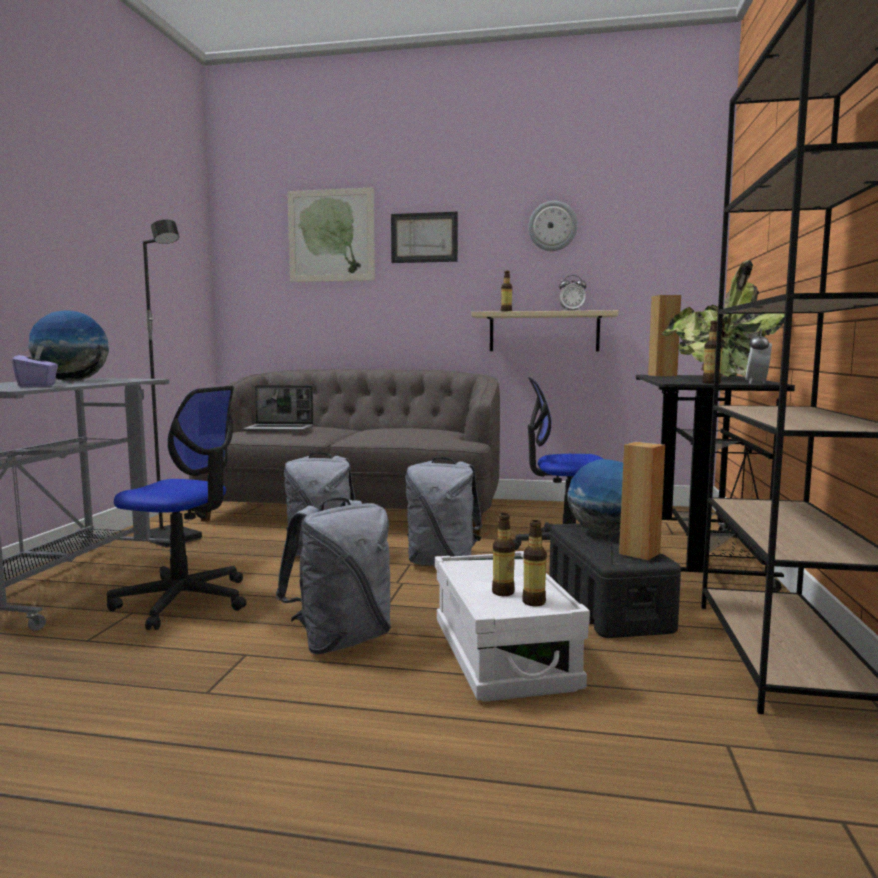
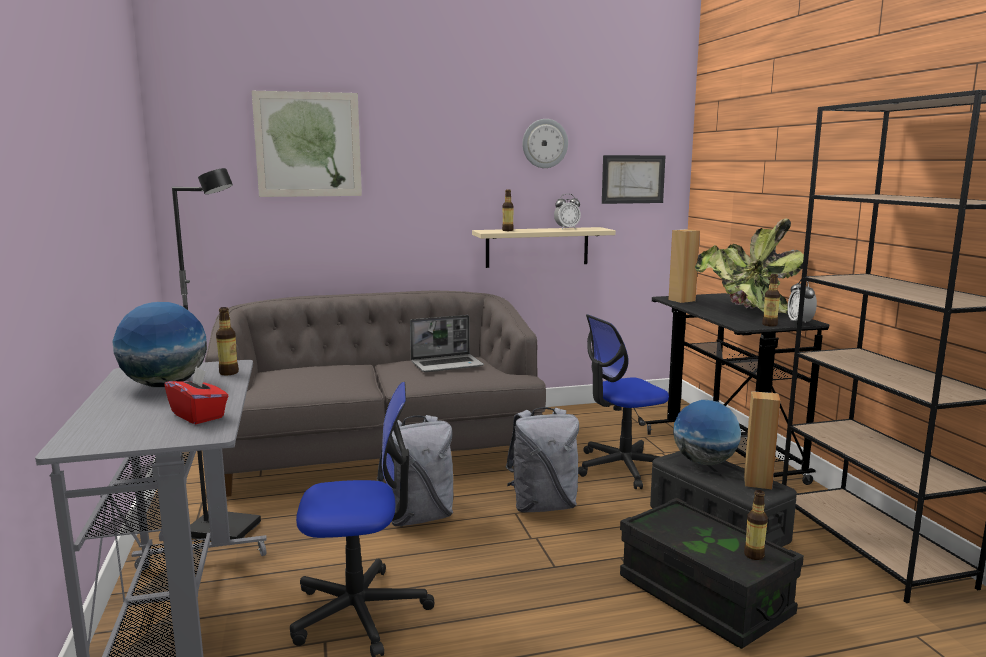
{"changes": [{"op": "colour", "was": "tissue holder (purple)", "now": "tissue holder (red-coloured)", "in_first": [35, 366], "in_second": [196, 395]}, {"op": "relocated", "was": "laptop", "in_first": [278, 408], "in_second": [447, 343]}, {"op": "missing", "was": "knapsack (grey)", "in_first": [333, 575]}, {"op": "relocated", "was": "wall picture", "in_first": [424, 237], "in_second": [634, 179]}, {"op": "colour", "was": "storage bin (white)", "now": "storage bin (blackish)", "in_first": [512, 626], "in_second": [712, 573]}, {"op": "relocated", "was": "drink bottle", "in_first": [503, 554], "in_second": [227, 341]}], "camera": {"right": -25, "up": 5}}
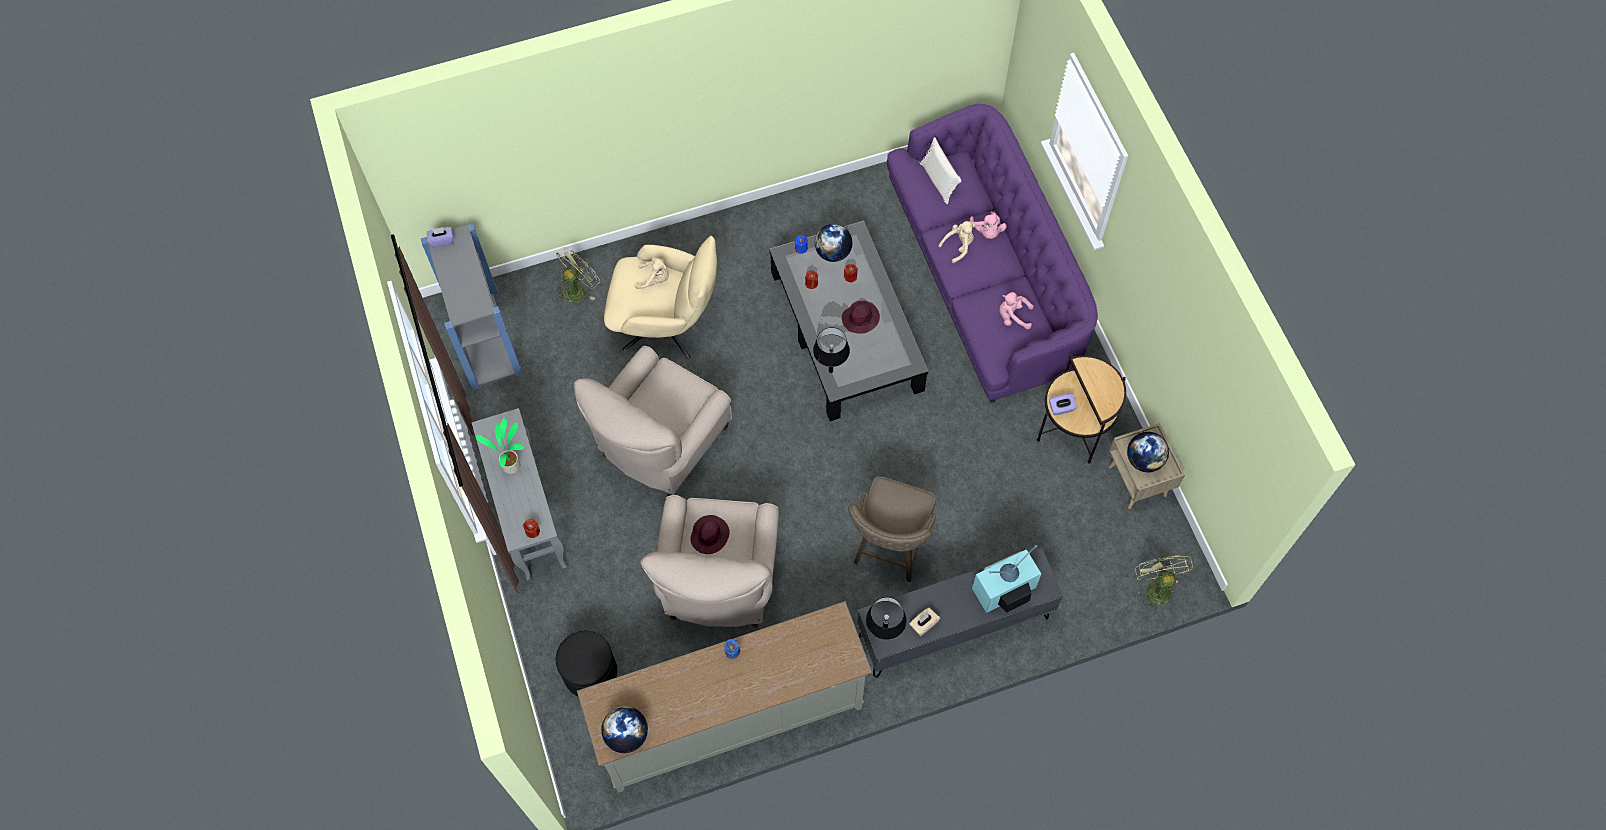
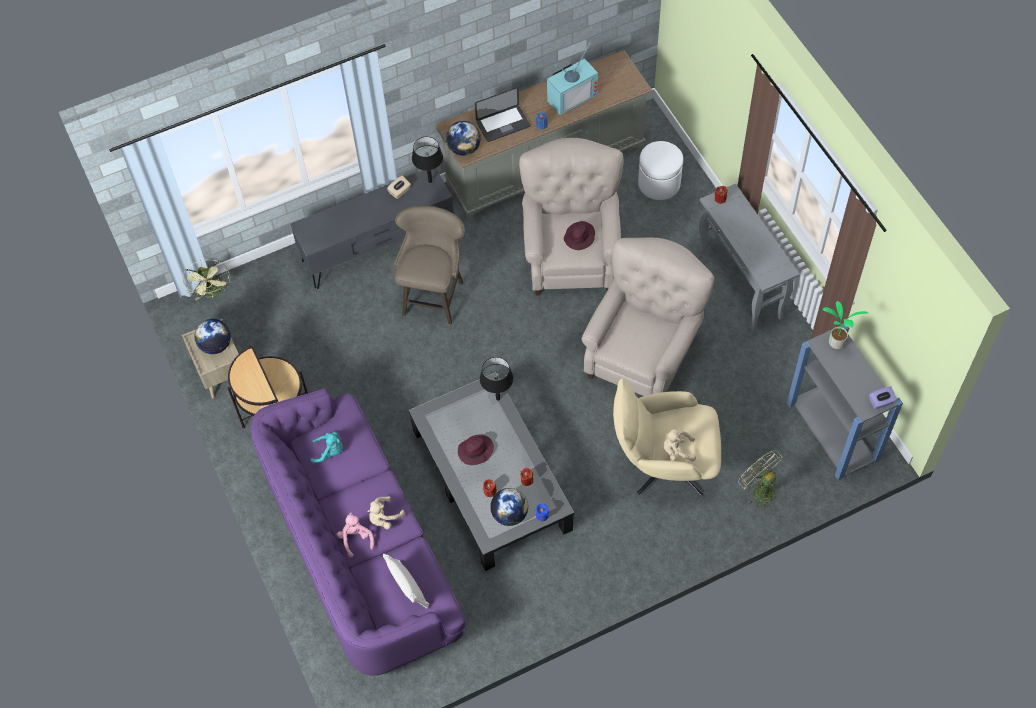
{"changes": [{"op": "relocated", "was": "houseplant", "in_first": [500, 446], "in_second": [845, 325]}, {"op": "spun", "was": "fan (greenish)", "in_first": [578, 275], "in_second": [760, 479], "clockwise": 105}, {"op": "colour", "was": "footrest (blackish)", "now": "footrest (white)", "in_first": [586, 663], "in_second": [660, 170]}, {"op": "relocated", "was": "desk globe", "in_first": [624, 729], "in_second": [463, 138]}, {"op": "relocated", "was": "TV set", "in_first": [1007, 579], "in_second": [572, 79]}, {"op": "colour", "was": "plush toy (pink)", "now": "plush toy (turquoise-coloured)", "in_first": [1017, 310], "in_second": [326, 447]}, {"op": "missing", "was": "tissue holder (purple)", "in_first": [1063, 404]}, {"op": "appeared", "now": "laptop", "in_second": [502, 114]}], "camera": {"right": 175, "up": -5}}
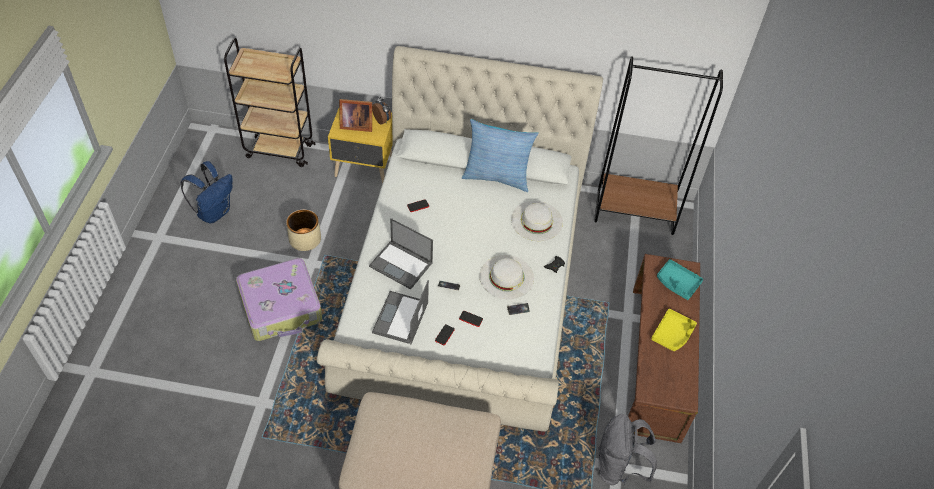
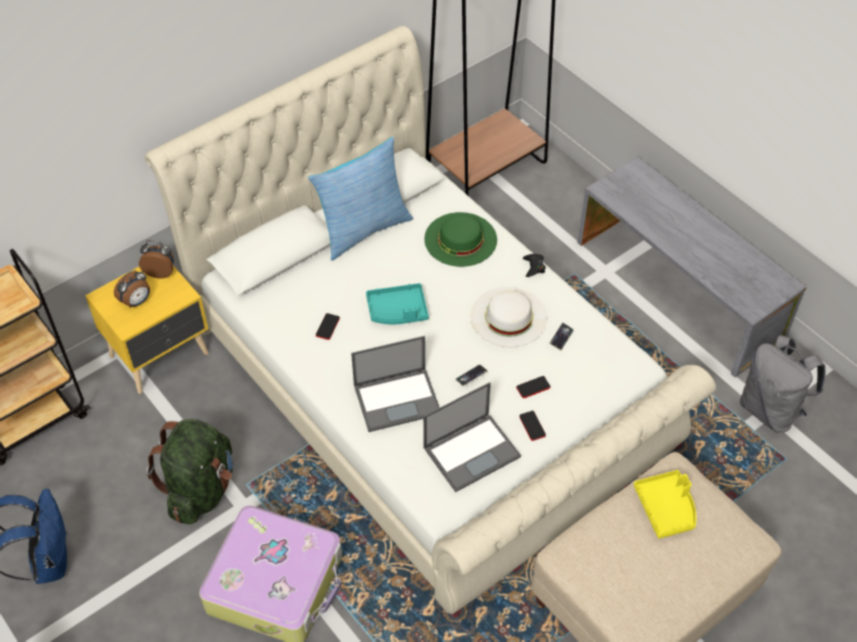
{"changes": [{"op": "exchanged", "was": "planter (sand-coloured)", "now": "knapsack (greenish)", "in_first": [303, 230], "in_second": [189, 471]}, {"op": "exchanged", "was": "photo frame", "now": "bedside clock", "in_first": [355, 115], "in_second": [132, 288]}, {"op": "spun", "was": "laptop", "in_first": [400, 312], "in_second": [472, 437], "clockwise": -90}, {"op": "colour", "was": "wearable hat (white)", "now": "wearable hat (greenish)", "in_first": [537, 221], "in_second": [460, 239]}, {"op": "colour", "was": "bench (brownish)", "now": "bench (grey)", "in_first": [664, 348], "in_second": [691, 267]}, {"op": "relocated", "was": "serving tray (yellow-coloured)", "in_first": [674, 330], "in_second": [665, 504]}, {"op": "relocated", "was": "serving tray (turquoise-coloured)", "in_first": [680, 279], "in_second": [397, 303]}], "camera": {"right": -45, "up": 0}}
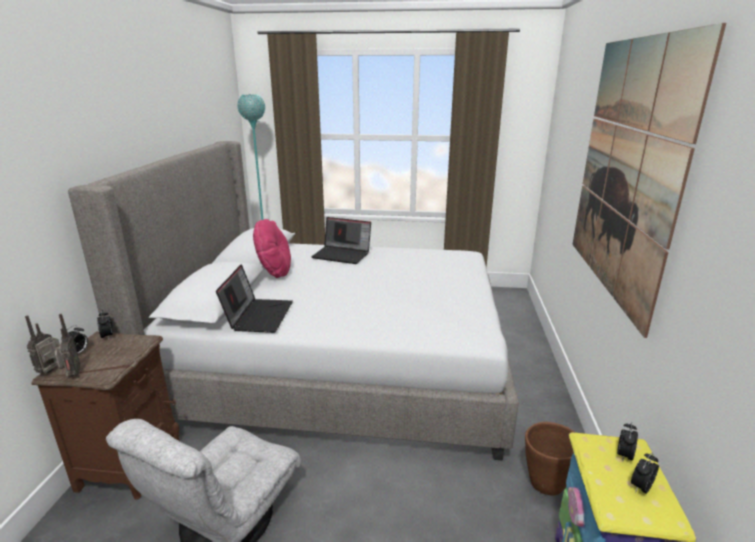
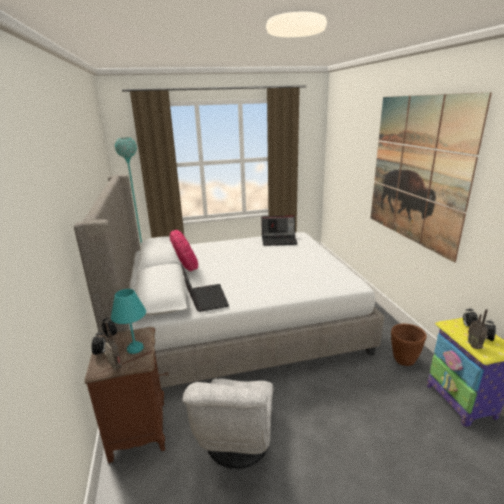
{"changes": [{"op": "relocated", "was": "radio receiver", "in_first": [42, 344], "in_second": [478, 329]}, {"op": "relocated", "was": "laptop", "in_first": [341, 240], "in_second": [279, 230]}, {"op": "appeared", "now": "table lamp (turquoise-coloured)", "in_second": [128, 321]}], "camera": {"right": -20, "up": 0}}
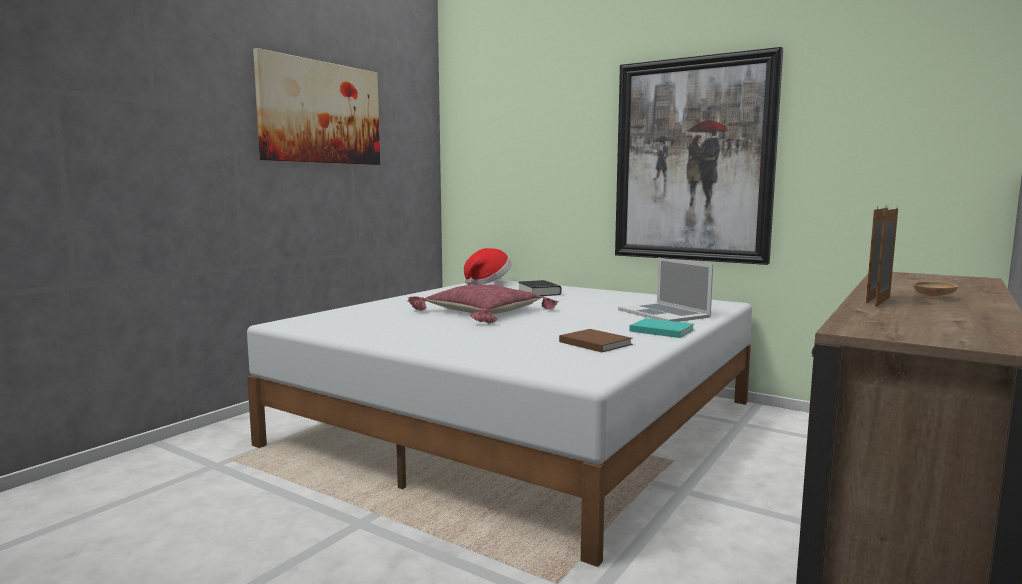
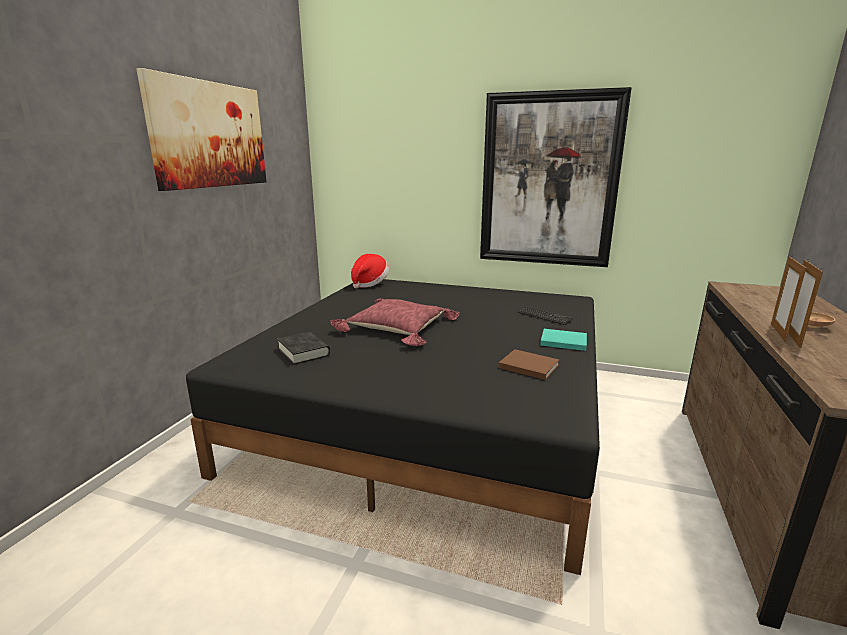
{"changes": [{"op": "colour", "was": "bed (white)", "now": "bed (blackish)", "in_first": [499, 423], "in_second": [393, 427]}, {"op": "relocated", "was": "volume (blackish)", "in_first": [540, 288], "in_second": [303, 348]}, {"op": "exchanged", "was": "laptop", "now": "keyboard", "in_first": [665, 290], "in_second": [545, 315]}], "camera": {"right": -15, "up": 10}}
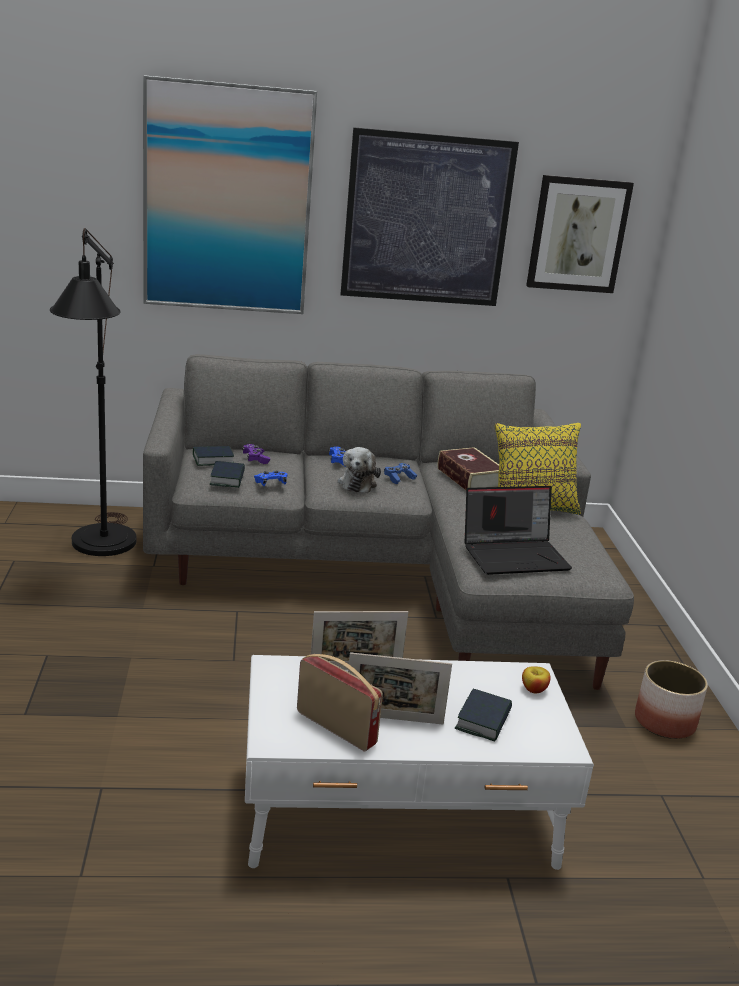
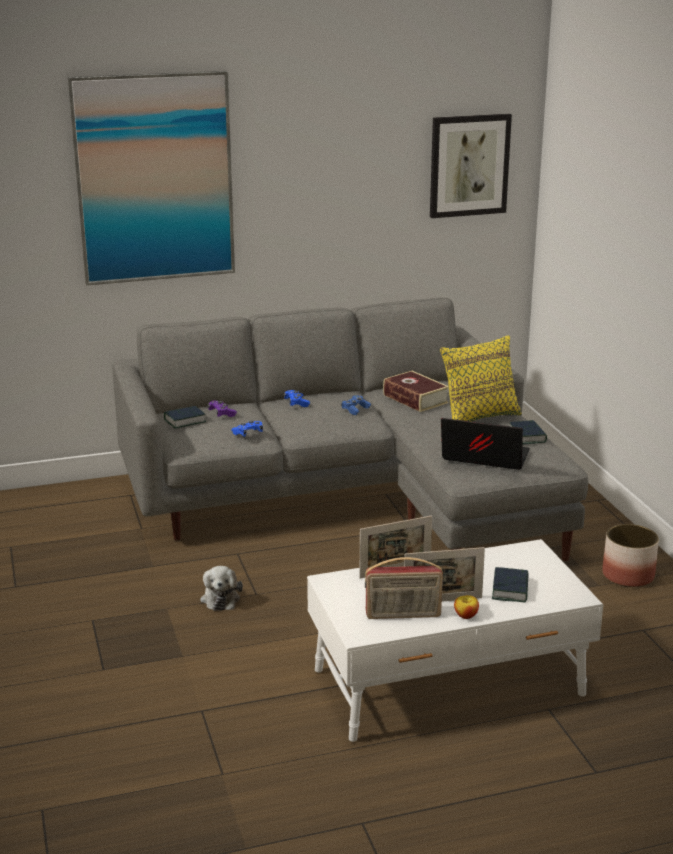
{"changes": [{"op": "missing", "was": "standard lamp (blackish)", "in_first": [93, 392]}, {"op": "relocated", "was": "volume", "in_first": [227, 474], "in_second": [528, 432]}, {"op": "spun", "was": "radio receiver", "in_first": [340, 702], "in_second": [404, 588], "clockwise": 150}, {"op": "relocated", "was": "plush toy", "in_first": [359, 470], "in_second": [221, 588]}, {"op": "missing", "was": "wall picture", "in_first": [429, 216]}, {"op": "spun", "was": "laptop", "in_first": [518, 530], "in_second": [485, 444], "clockwise": -135}, {"op": "relocated", "was": "apple", "in_first": [536, 679], "in_second": [466, 607]}], "camera": {"right": -10, "up": 0}}
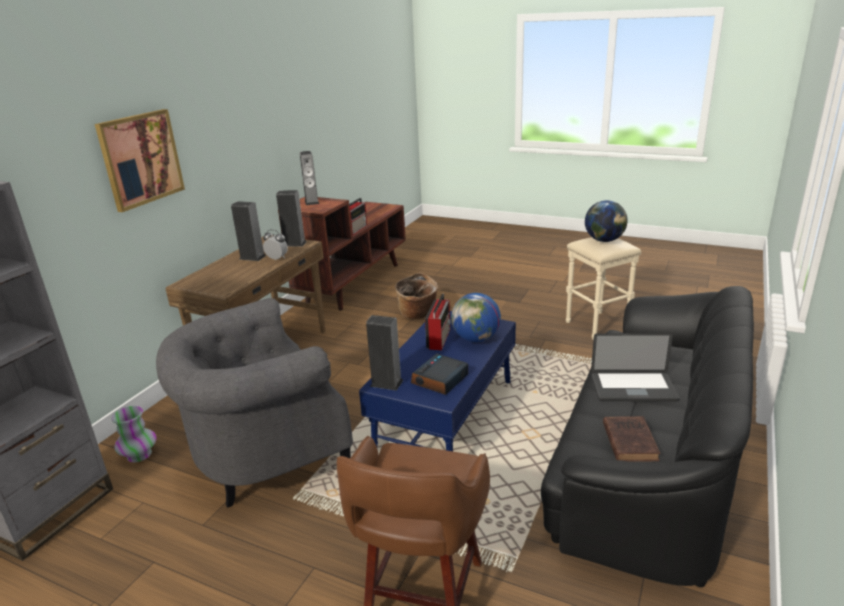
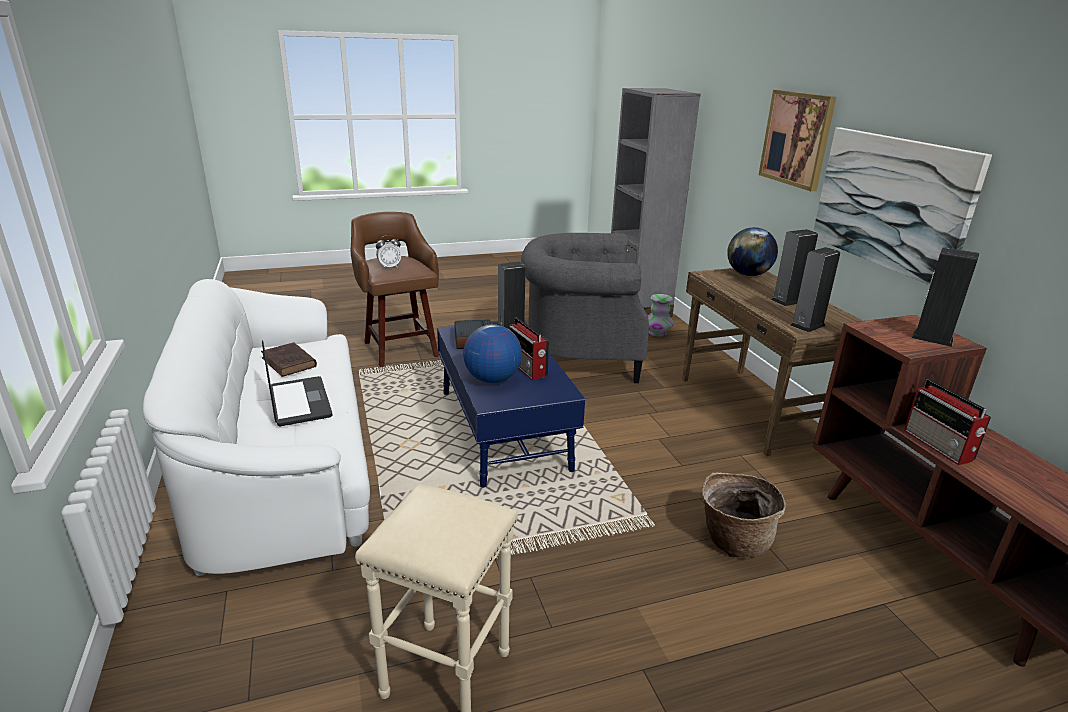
{"changes": [{"op": "spun", "was": "armchair (grey)", "in_first": [254, 403], "in_second": [585, 308], "clockwise": -105}, {"op": "relocated", "was": "bedside clock", "in_first": [275, 245], "in_second": [388, 252]}, {"op": "colour", "was": "settee (blackish)", "now": "settee (white)", "in_first": [647, 436], "in_second": [256, 427]}, {"op": "relocated", "was": "desk globe", "in_first": [606, 221], "in_second": [752, 251]}, {"op": "spun", "was": "laptop", "in_first": [635, 367], "in_second": [297, 383], "clockwise": 105}, {"op": "appeared", "now": "wall picture", "in_second": [902, 206]}], "camera": {"right": 135, "up": 0}}
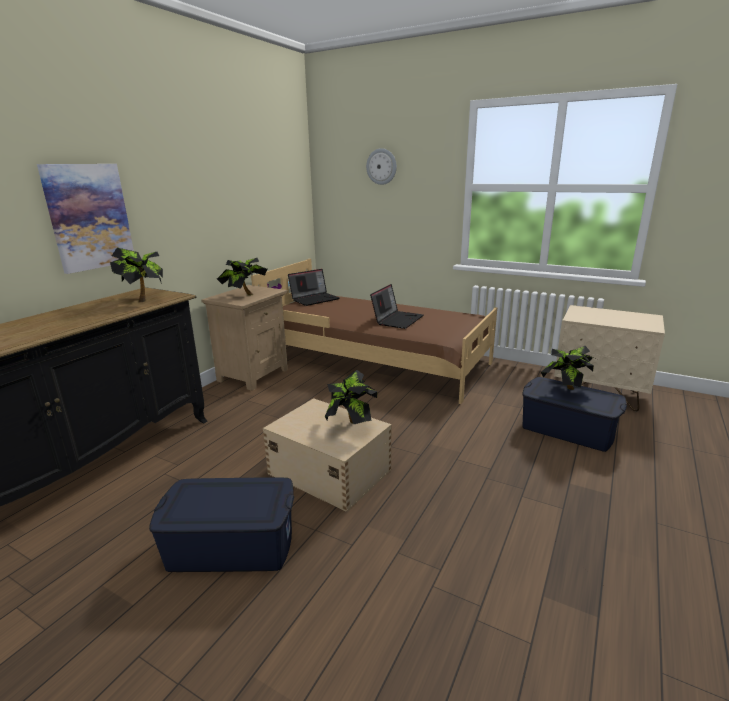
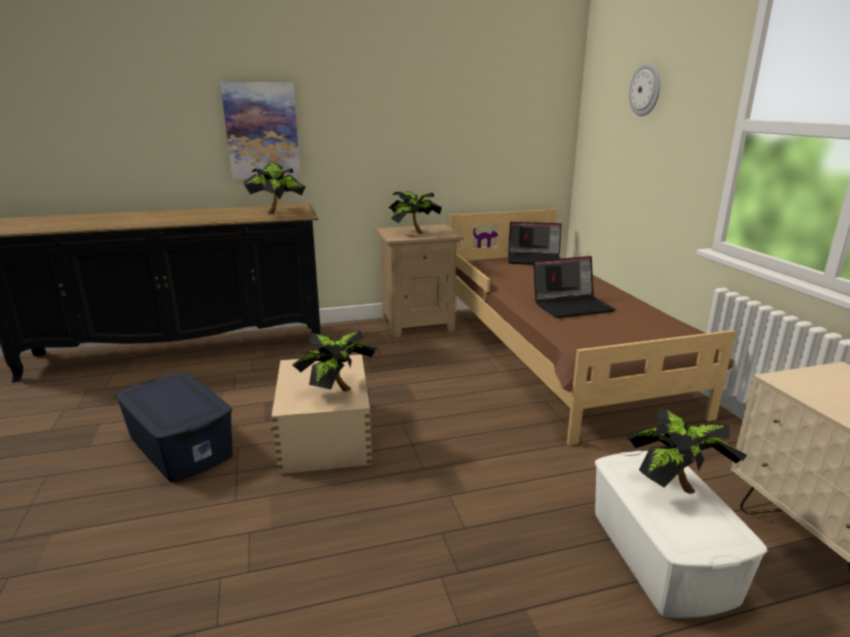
{"changes": [{"op": "colour", "was": "storage bin (bluish)", "now": "storage bin (white)", "in_first": [575, 414], "in_second": [681, 534]}], "camera": {"right": 45, "up": 0}}
